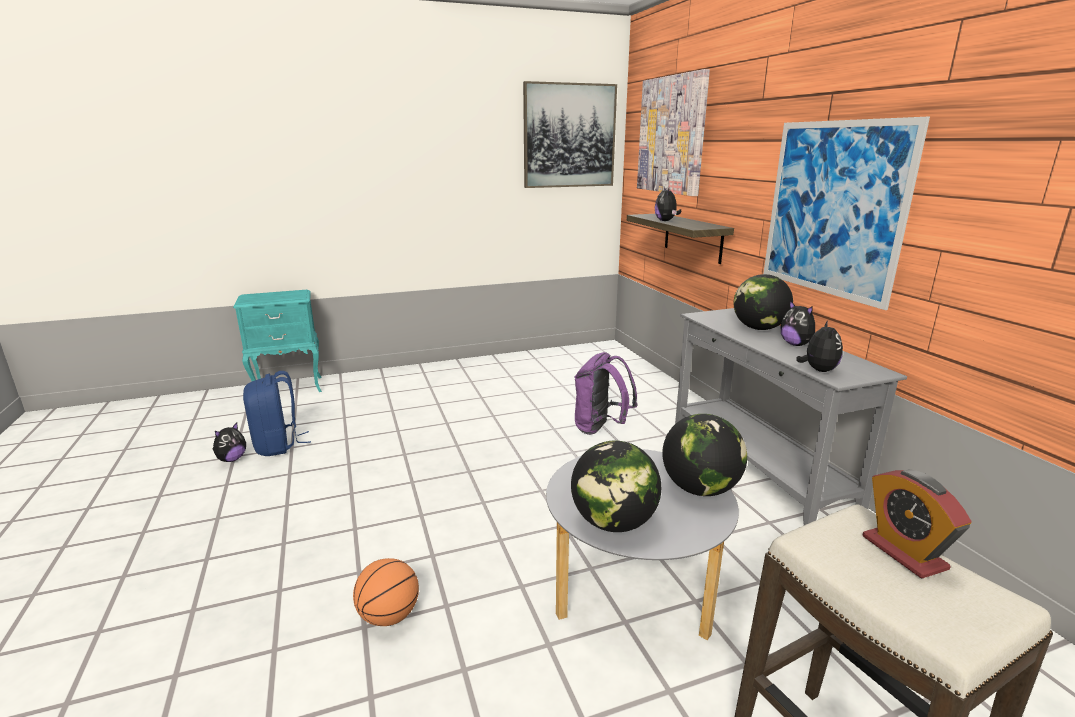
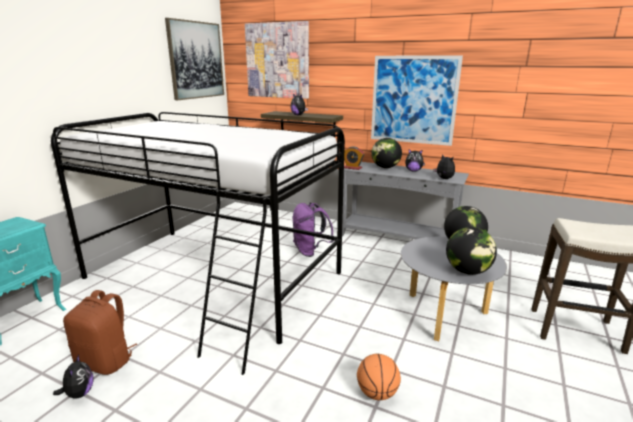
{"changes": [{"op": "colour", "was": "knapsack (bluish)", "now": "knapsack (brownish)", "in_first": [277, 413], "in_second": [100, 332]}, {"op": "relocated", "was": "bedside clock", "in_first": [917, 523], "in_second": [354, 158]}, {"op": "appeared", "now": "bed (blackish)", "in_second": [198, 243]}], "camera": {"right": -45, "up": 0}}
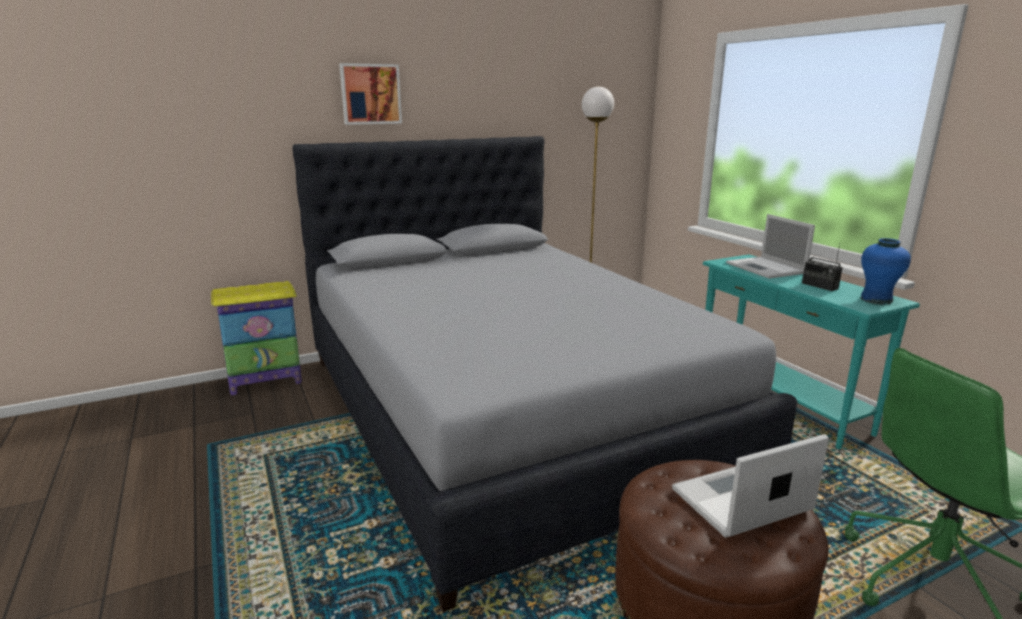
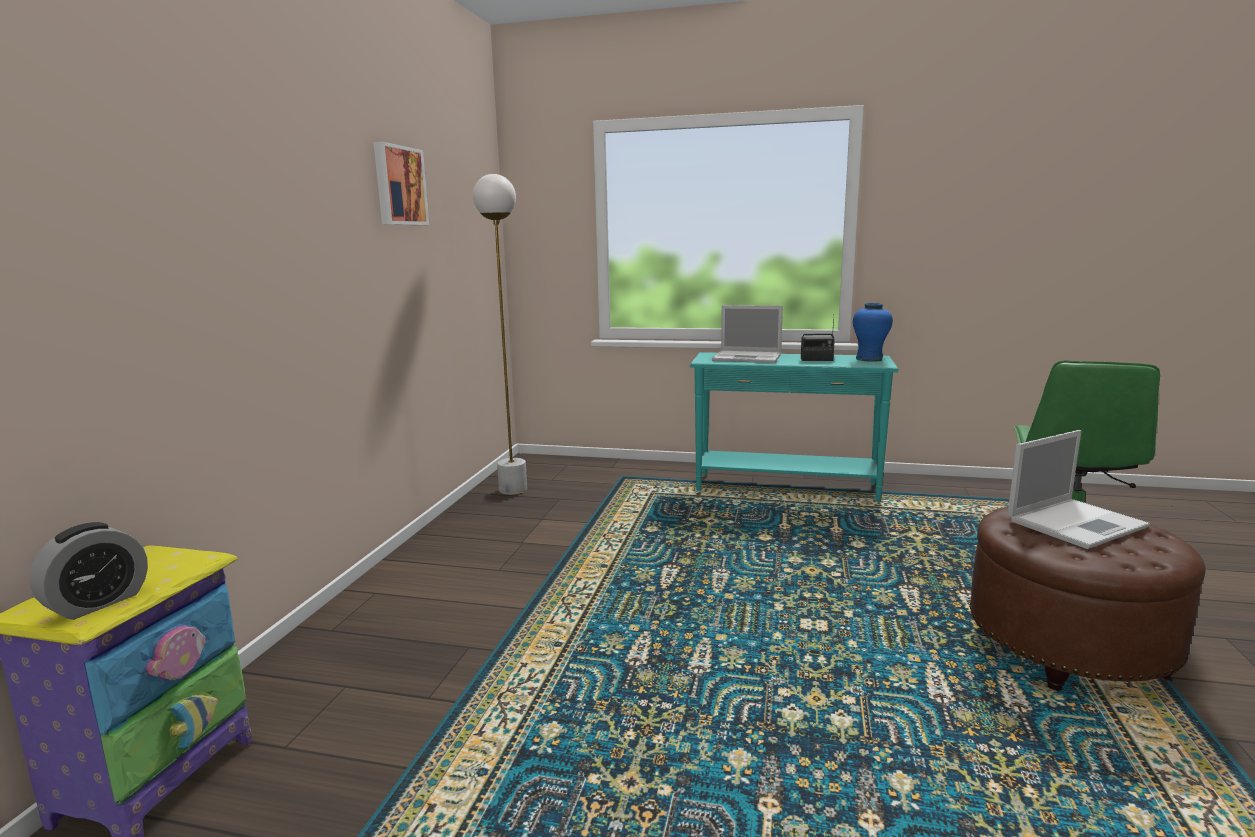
{"changes": [{"op": "missing", "was": "bed (grey)", "in_first": [545, 374]}, {"op": "relocated", "was": "wall picture", "in_first": [370, 94], "in_second": [401, 183]}, {"op": "spun", "was": "laptop", "in_first": [750, 486], "in_second": [1079, 489], "clockwise": -135}, {"op": "appeared", "now": "bedside clock", "in_second": [88, 571]}], "camera": {"right": -50, "up": -5}}
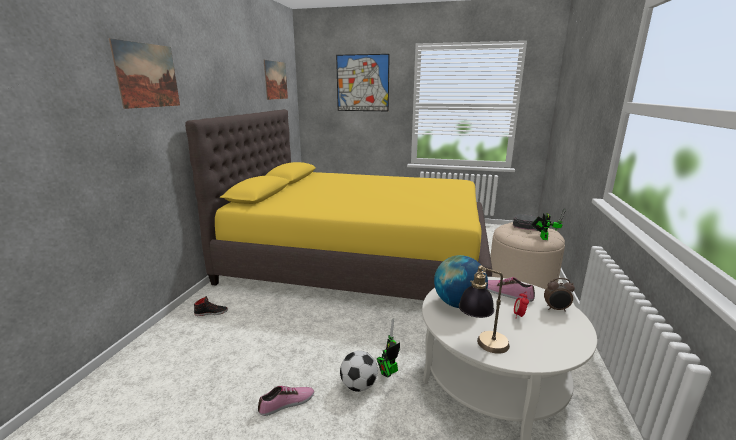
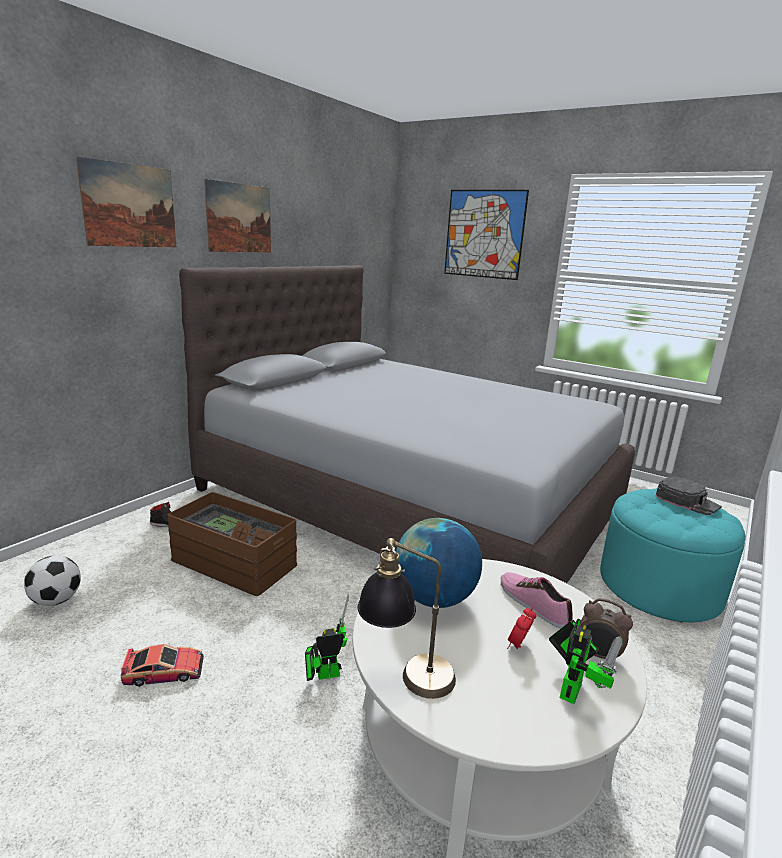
{"changes": [{"op": "colour", "was": "bed (yellow-coloured)", "now": "bed (grey)", "in_first": [338, 204], "in_second": [407, 424]}, {"op": "exchanged", "was": "shoe", "now": "miniature car", "in_first": [286, 401], "in_second": [162, 665]}, {"op": "relocated", "was": "wall picture", "in_first": [276, 80], "in_second": [237, 215]}, {"op": "relocated", "was": "ball for football", "in_first": [359, 371], "in_second": [52, 580]}, {"op": "colour", "was": "footrest (sand-coloured)", "now": "footrest (turquoise-coloured)", "in_first": [527, 256], "in_second": [673, 555]}, {"op": "relocated", "was": "robot figure", "in_first": [548, 224], "in_second": [586, 661]}, {"op": "appeared", "now": "storage bin (brownish)", "in_second": [232, 544]}], "camera": {"right": 20, "up": 0}}
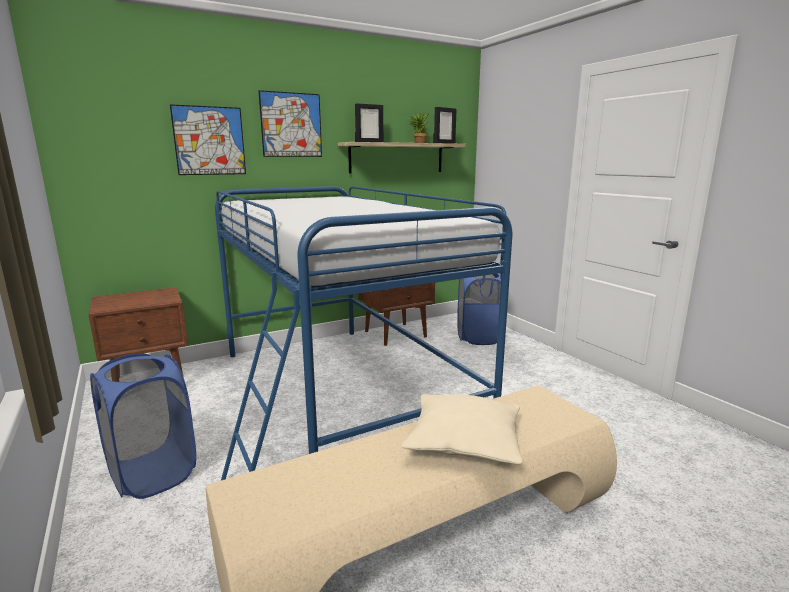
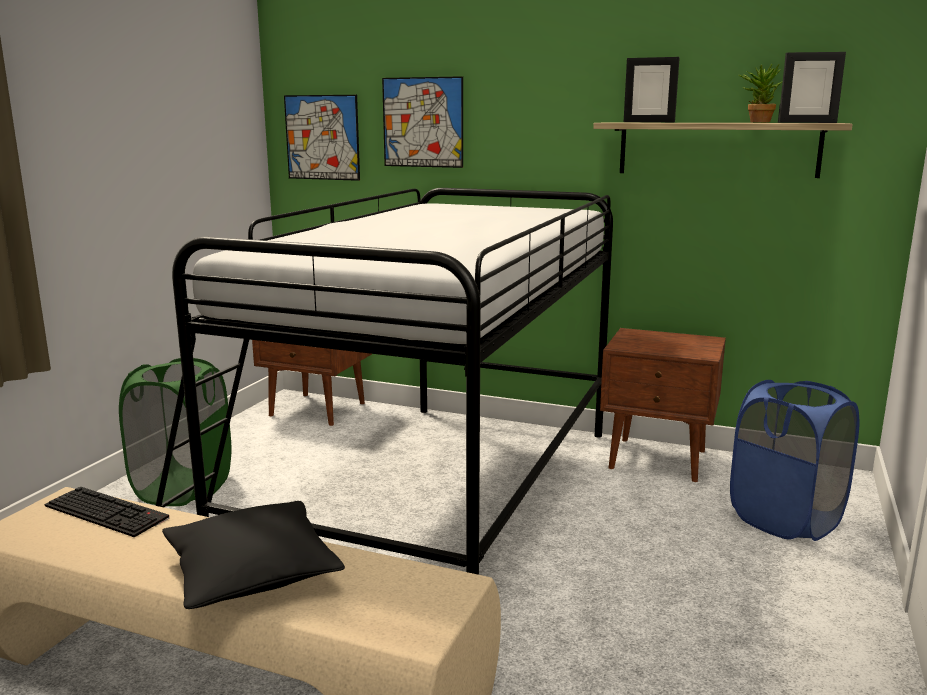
{"changes": [{"op": "colour", "was": "hamper (bluish)", "now": "hamper (greenish)", "in_first": [143, 426], "in_second": [175, 432]}, {"op": "colour", "was": "bed (bluish)", "now": "bed (blackish)", "in_first": [363, 333], "in_second": [384, 381]}, {"op": "relocated", "was": "wall picture", "in_first": [290, 123], "in_second": [322, 138]}, {"op": "colour", "was": "cushion (sand-coloured)", "now": "cushion (blackish)", "in_first": [462, 429], "in_second": [253, 555]}, {"op": "appeared", "now": "keyboard", "in_second": [107, 512]}], "camera": {"right": 50, "up": 0}}
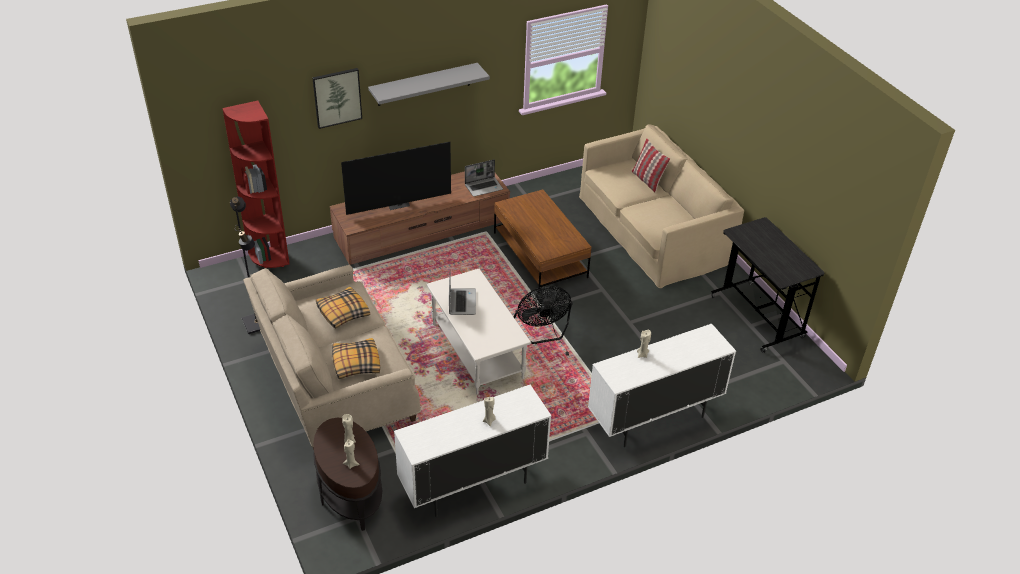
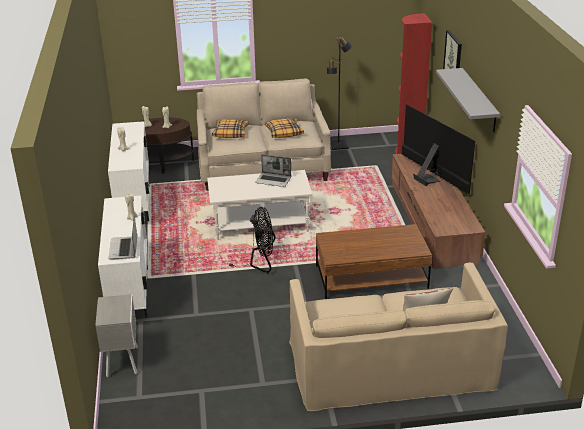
{"changes": [{"op": "spun", "was": "TV set", "in_first": [396, 178], "in_second": [438, 149], "clockwise": 150}, {"op": "relocated", "was": "laptop", "in_first": [484, 178], "in_second": [122, 238]}, {"op": "missing", "was": "desk (blackish)", "in_first": [768, 285]}, {"op": "appeared", "now": "night table (grey)", "in_second": [116, 335]}], "camera": {"right": 110, "up": -10}}
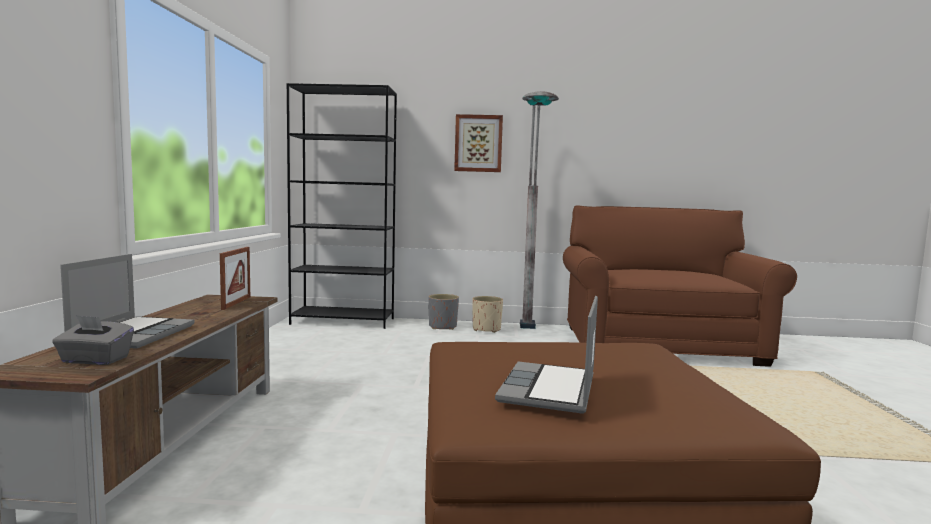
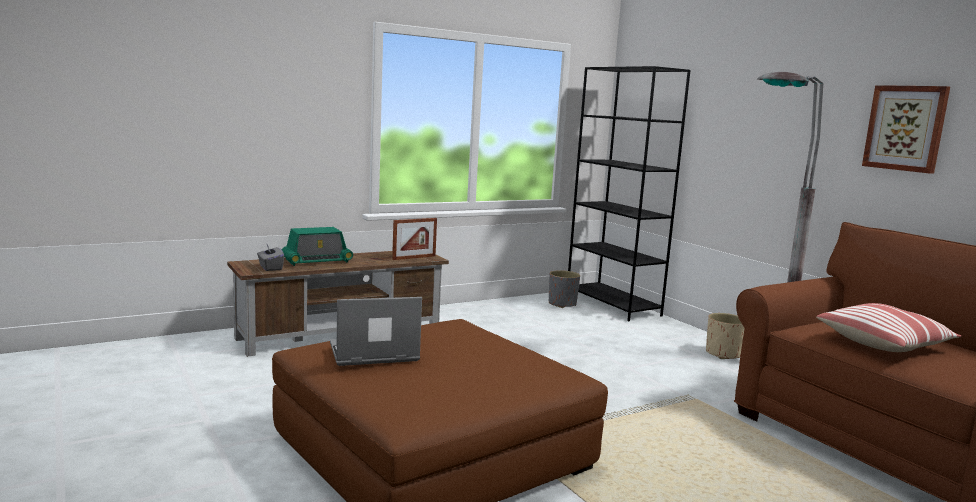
{"changes": [{"op": "exchanged", "was": "laptop", "now": "radio receiver", "in_first": [127, 301], "in_second": [317, 246]}, {"op": "relocated", "was": "planter (grey)", "in_first": [443, 312], "in_second": [564, 289]}, {"op": "relocated", "was": "wall picture", "in_first": [478, 143], "in_second": [906, 129]}, {"op": "appeared", "now": "cushion", "in_second": [888, 327]}], "camera": {"right": 55, "up": 5}}
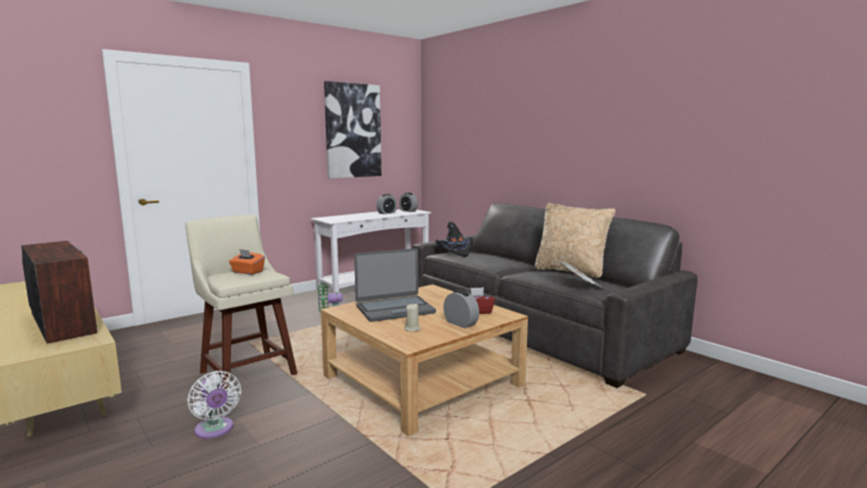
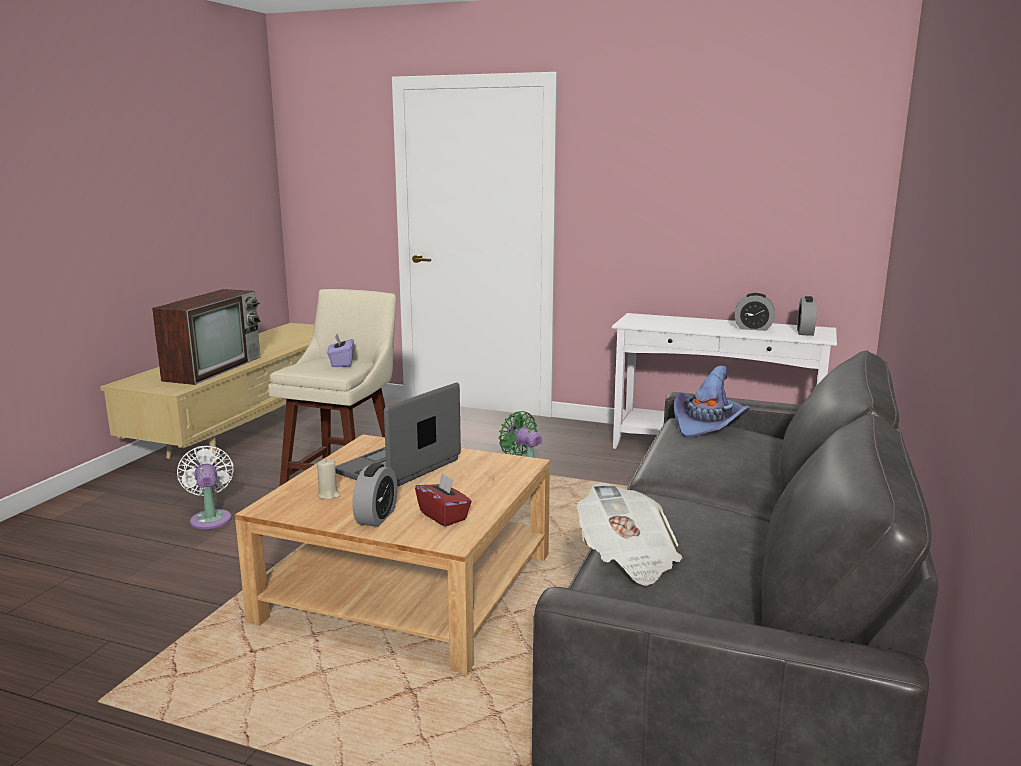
{"changes": [{"op": "spun", "was": "fan (white)", "in_first": [214, 405], "in_second": [205, 487], "clockwise": 135}, {"op": "colour", "was": "tissue holder (orange)", "now": "tissue holder (purple)", "in_first": [247, 262], "in_second": [340, 350]}, {"op": "missing", "was": "wall picture", "in_first": [352, 129]}, {"op": "spun", "was": "laptop", "in_first": [395, 285], "in_second": [398, 435], "clockwise": 90}, {"op": "colour", "was": "wearable hat (blackish)", "now": "wearable hat (purple)", "in_first": [454, 239], "in_second": [712, 402]}, {"op": "missing", "was": "cushion (sand-coloured)", "in_first": [575, 240]}], "camera": {"right": 60, "up": 5}}
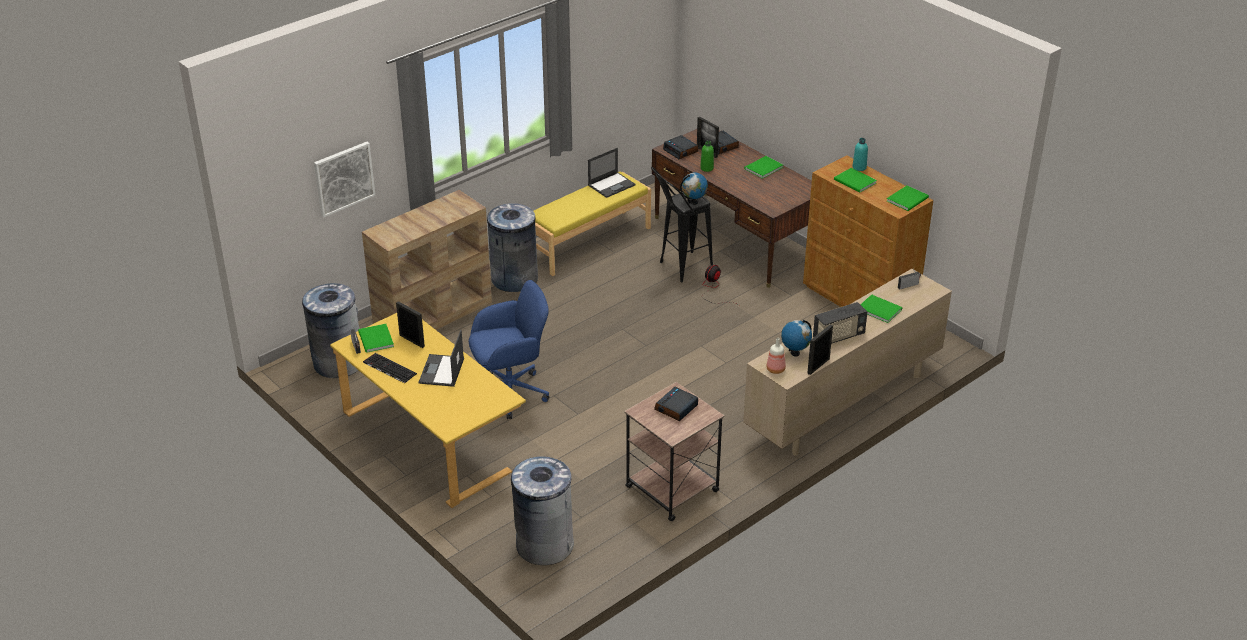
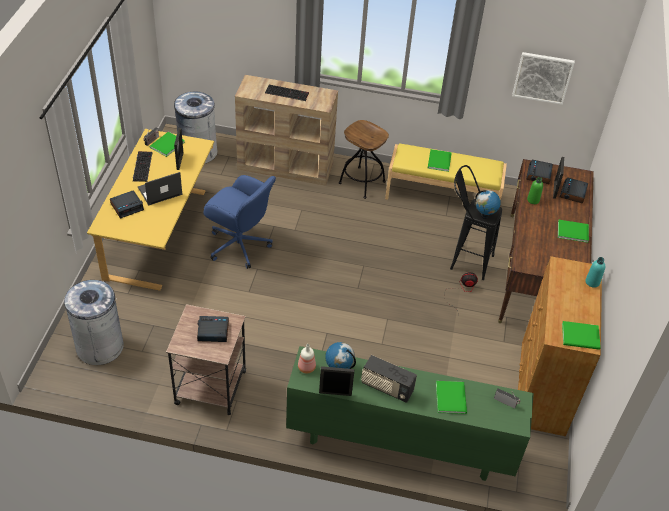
{"changes": [{"op": "relocated", "was": "wall picture", "in_first": [345, 179], "in_second": [543, 78]}, {"op": "exchanged", "was": "waste bin (grey)", "now": "stool (brownish)", "in_first": [512, 247], "in_second": [364, 159]}, {"op": "missing", "was": "laptop", "in_first": [612, 173]}, {"op": "colour", "was": "storage cabinet (sand-coloured)", "now": "storage cabinet (greenish)", "in_first": [847, 362], "in_second": [410, 413]}, {"op": "relocated", "was": "volume (greenish)", "in_first": [855, 180], "in_second": [440, 160]}, {"op": "appeared", "now": "bedside clock", "in_second": [127, 204]}, {"op": "appeared", "now": "keyboard", "in_second": [287, 93]}], "camera": {"right": 50, "up": 10}}
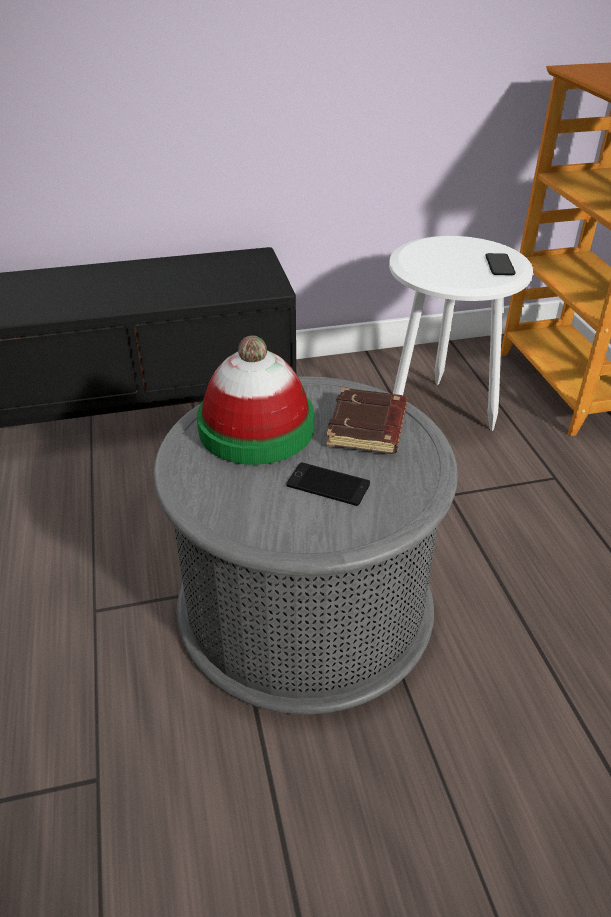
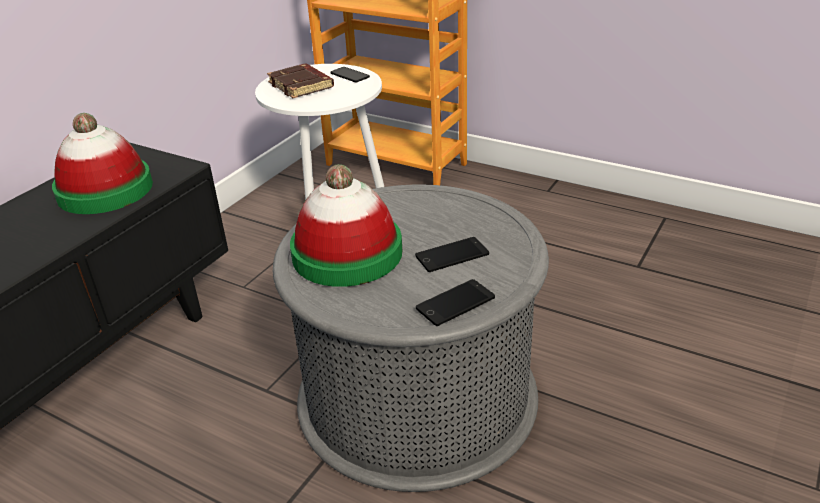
{"changes": [{"op": "relocated", "was": "volume (brownish)", "in_first": [366, 421], "in_second": [300, 81]}, {"op": "appeared", "now": "wearable hat", "in_second": [102, 163]}, {"op": "appeared", "now": "telephone", "in_second": [455, 302]}], "camera": {"right": -45, "up": -5}}
